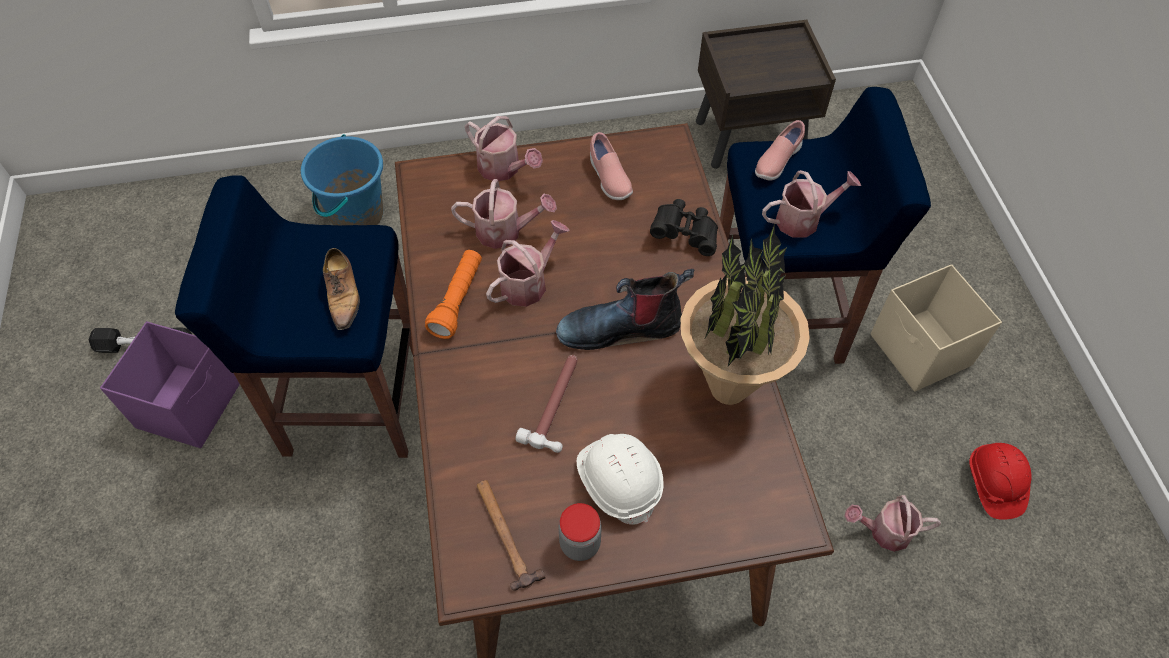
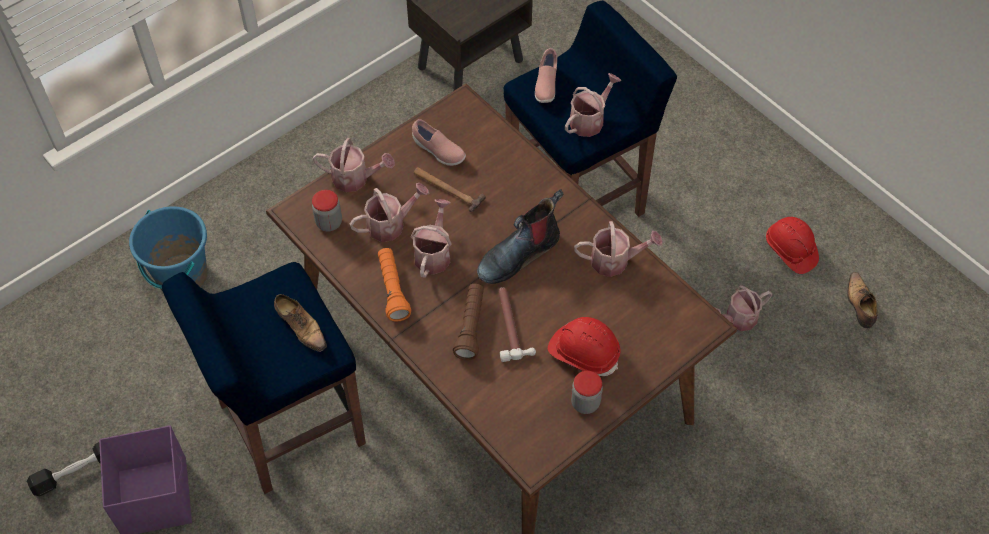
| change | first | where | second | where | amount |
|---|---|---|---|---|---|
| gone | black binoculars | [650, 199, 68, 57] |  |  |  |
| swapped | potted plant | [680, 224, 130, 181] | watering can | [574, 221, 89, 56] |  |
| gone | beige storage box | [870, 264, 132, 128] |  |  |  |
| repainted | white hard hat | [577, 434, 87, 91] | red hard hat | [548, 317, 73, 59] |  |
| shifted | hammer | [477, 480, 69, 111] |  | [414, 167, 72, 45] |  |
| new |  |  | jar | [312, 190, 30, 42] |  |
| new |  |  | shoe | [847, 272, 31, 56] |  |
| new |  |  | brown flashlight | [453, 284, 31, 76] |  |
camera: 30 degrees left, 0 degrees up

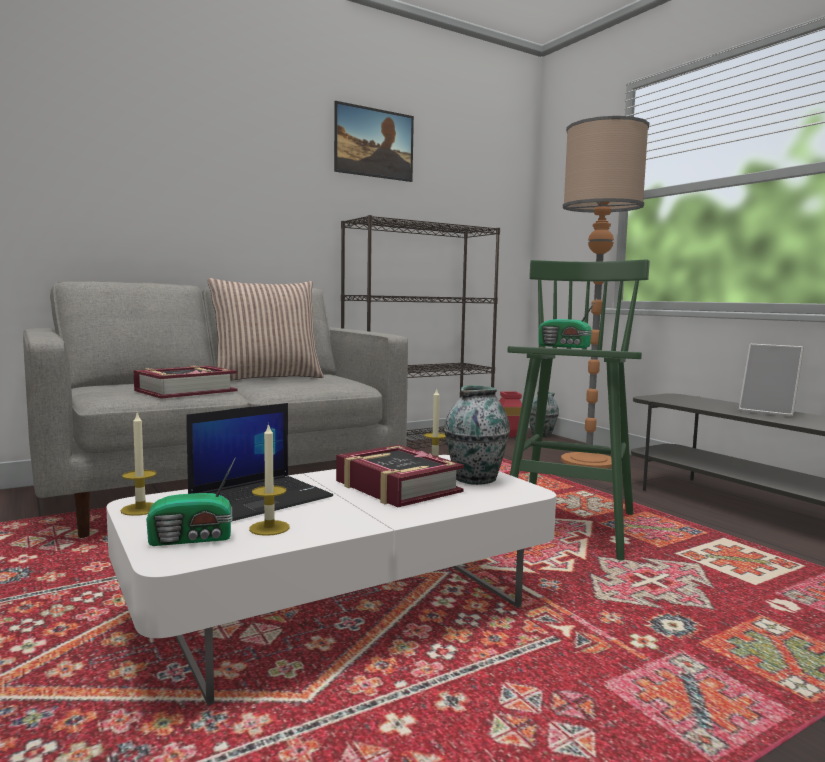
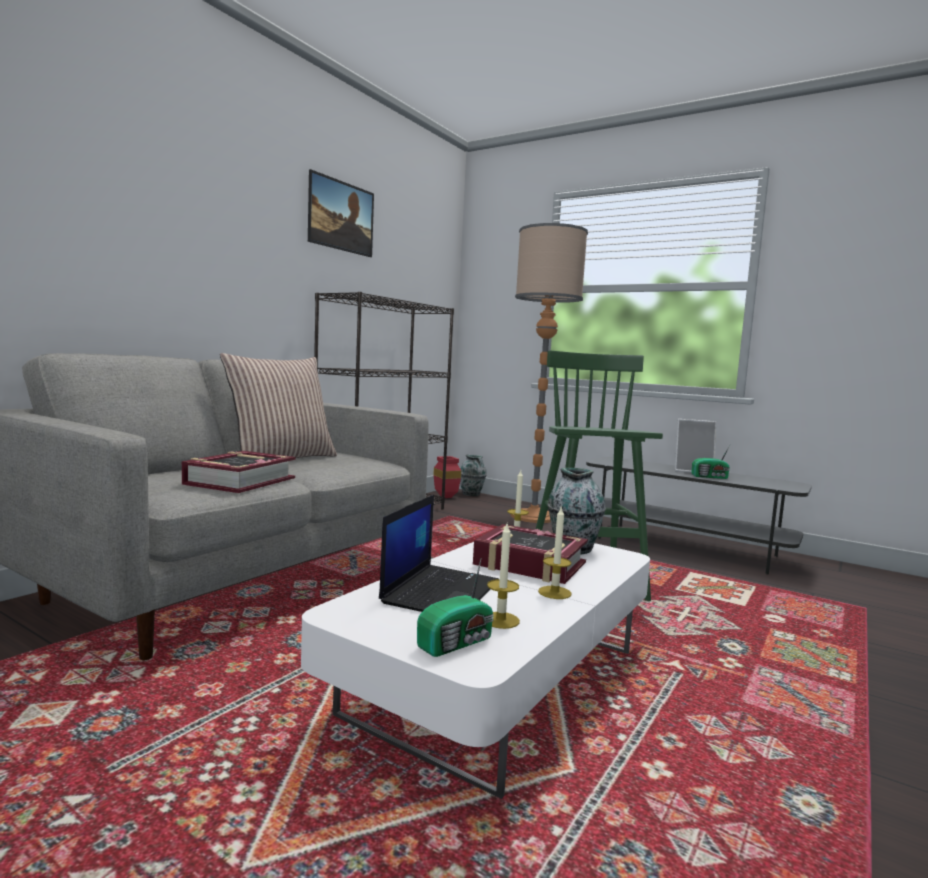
| change | first | where | second | where | amount |
|---|---|---|---|---|---|
| shifted | radio | [538, 299, 59, 49] |  | [691, 445, 39, 34] |  |
| shifted | candle | [121, 411, 36, 105] |  | [538, 507, 33, 92] |  |
camera: 25 degrees left, 0 degrees up

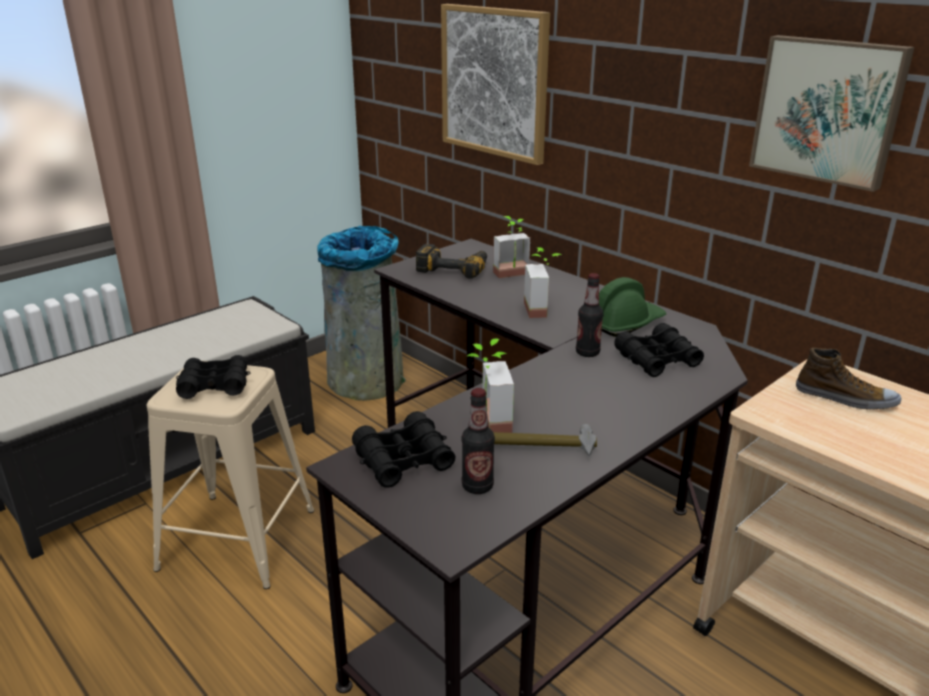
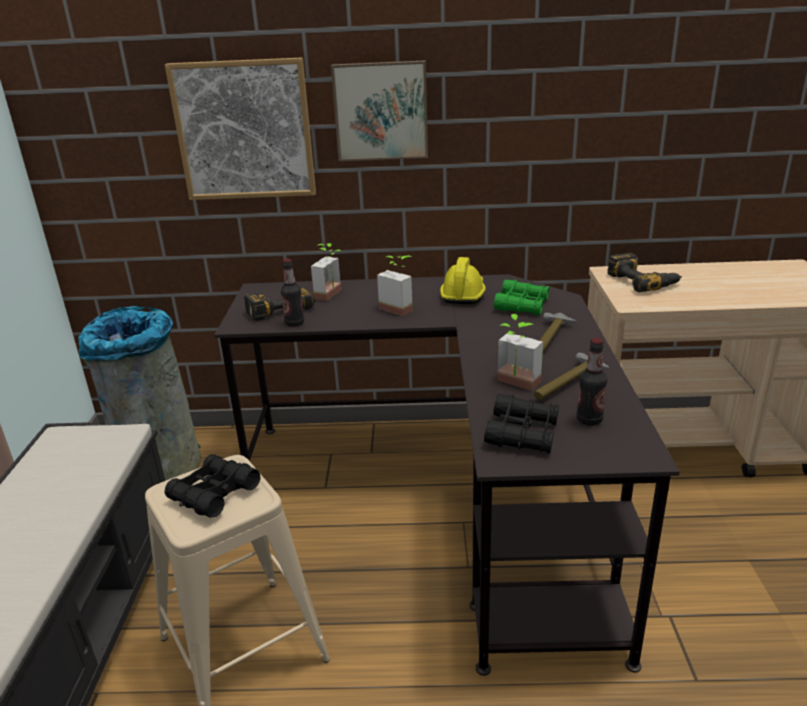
| change | first | where | second | where | amount |
|---|---|---|---|---|---|
| shifted | picture | [749, 35, 166, 157] |  | [331, 60, 97, 101] |  |
| shifted | bottle | [576, 273, 28, 84] |  | [281, 259, 23, 68] |  |
| repainted | green hard hat | [599, 277, 67, 60] | yellow hard hat | [440, 257, 46, 47] |  |
| repainted | black binoculars | [614, 323, 90, 54] | green binoculars | [494, 280, 55, 35] |  |
| swapped | shoe | [796, 348, 106, 62] | power drill | [607, 253, 75, 39] |  |
| new |  |  | hammer | [539, 313, 37, 39] |  |
camera: 45 degrees left, 0 degrees up

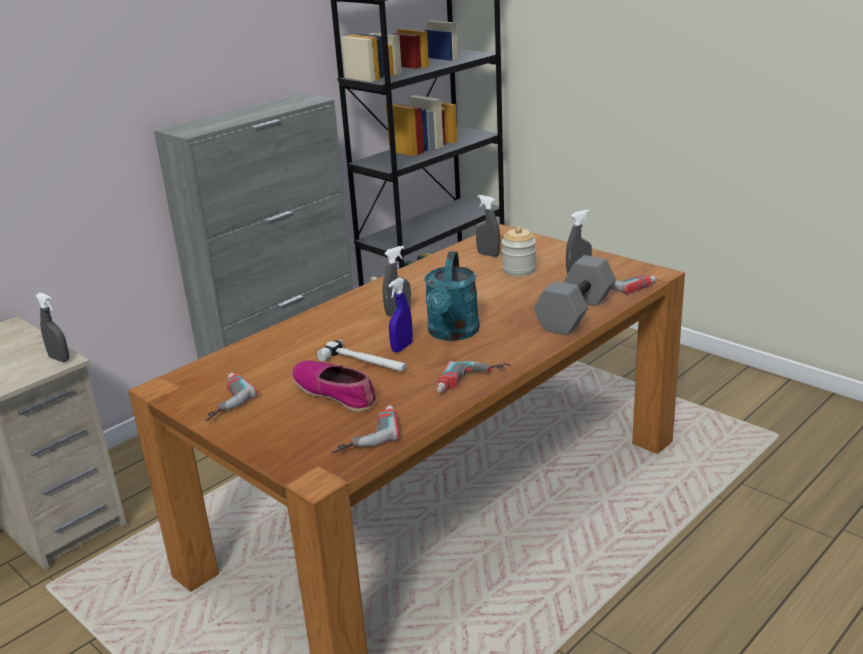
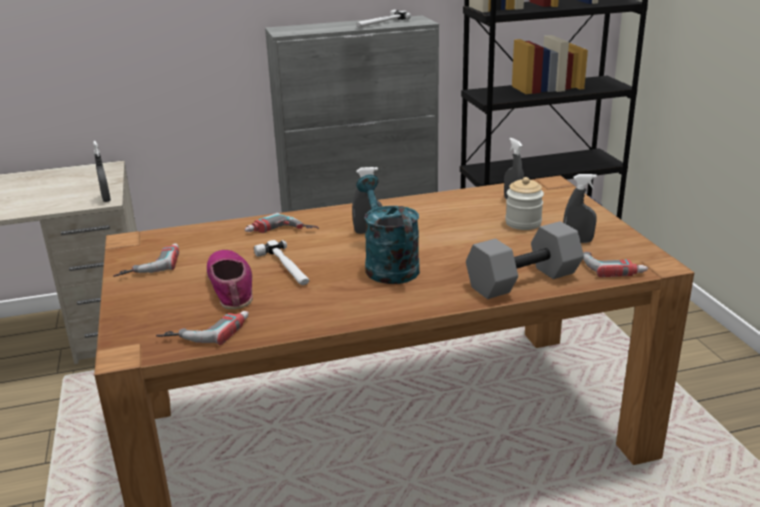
| change | first | where | second | where | amount |
|---|---|---|---|---|---|
| rotated | turquoise watering can | [424, 251, 56, 90] |  | [356, 175, 64, 109] | 120 degrees clockwise |
| gone | blue spray bottle | [389, 277, 24, 76] |  |  |  |
| shifted | power drill | [436, 361, 75, 31] |  | [245, 213, 74, 20] |  |
| new |  |  | hammer | [356, 10, 55, 18] |  |
camera: 30 degrees right, 0 degrees up

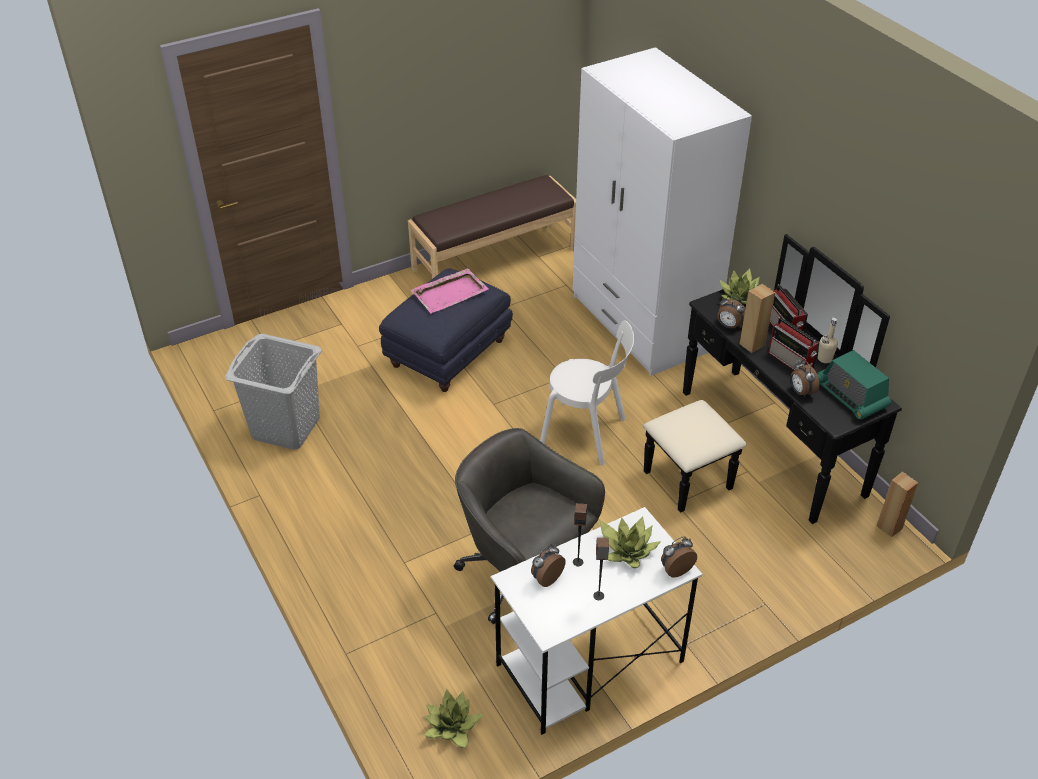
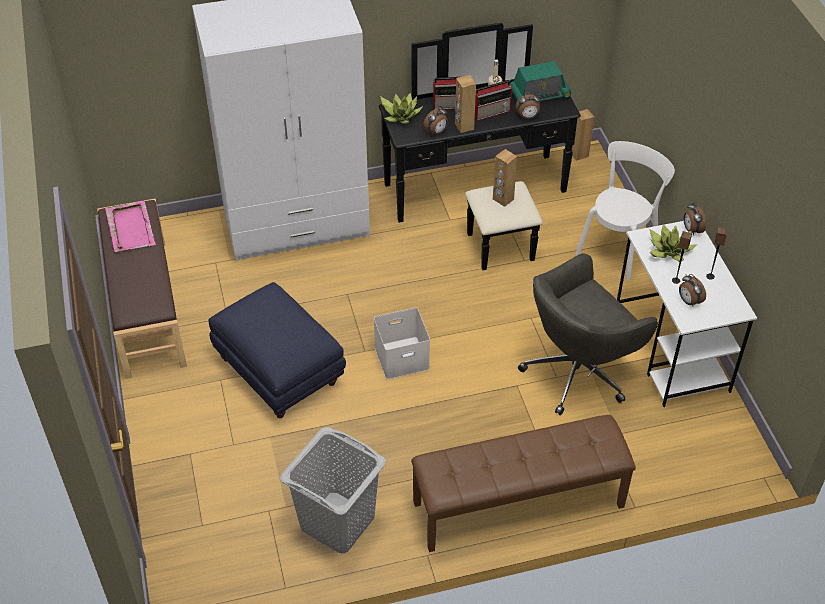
| change | first | where | second | where | amount |
|---|---|---|---|---|---|
| shifted | pink tray | [411, 268, 77, 46] |  | [105, 201, 51, 51] |  |
| shifted | white chair | [540, 320, 94, 146] |  | [575, 141, 100, 140] |  |
| gone | potted plant | [424, 689, 60, 59] |  |  |  |
| new |  |  | brown speaker | [493, 149, 24, 58] |  |
| new |  |  | white storage box | [374, 307, 56, 73] |  |
| new |  |  | brown bench | [411, 415, 225, 137] |  |
camera: 75 degrees left, 5 degrees up

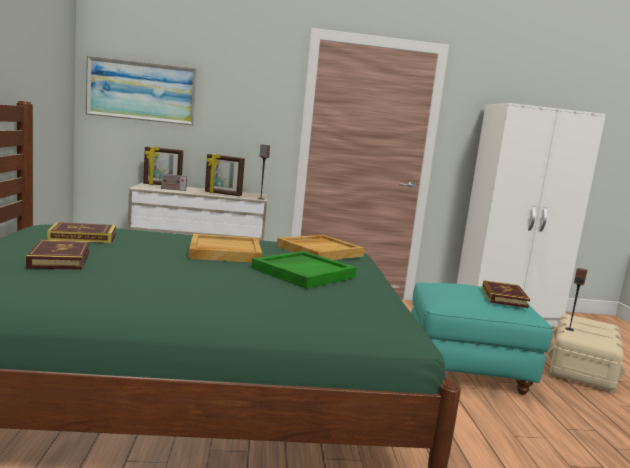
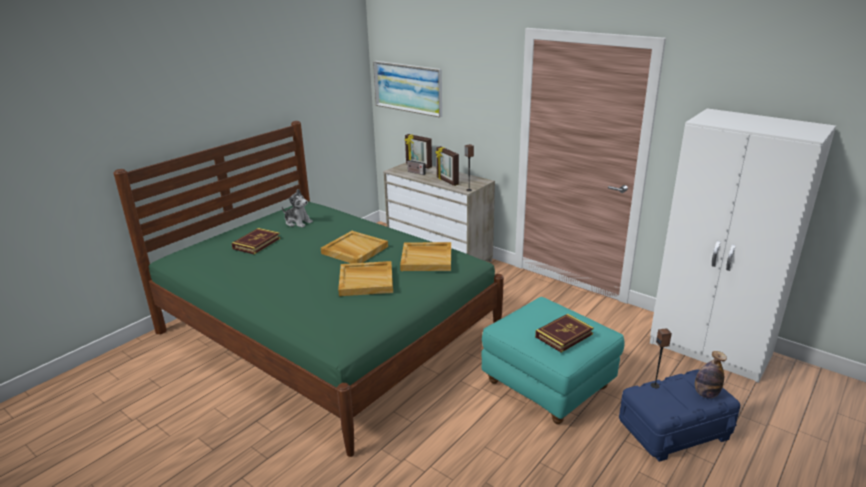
| change | first | where | second | where | amount |
|---|---|---|---|---|---|
| swapped | book | [47, 222, 69, 21] | plush toy | [282, 189, 31, 39] |  |
| repainted | green tray | [251, 251, 106, 38] | beige tray | [338, 261, 55, 35] |  |
| repainted | beige storage box | [548, 314, 77, 80] | blue storage box | [619, 369, 121, 93] |  |
| new |  |  | bottle | [695, 351, 32, 47] |  |
camera: 45 degrees right, 15 degrees up

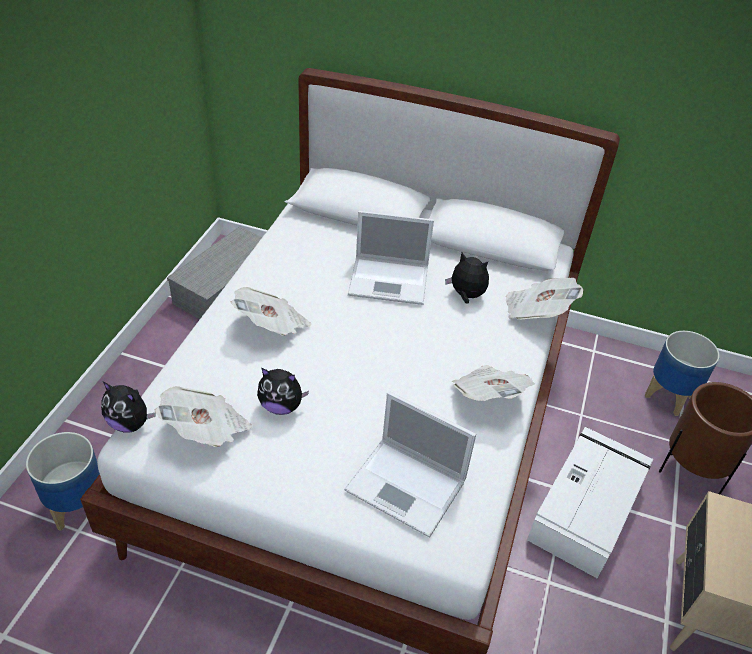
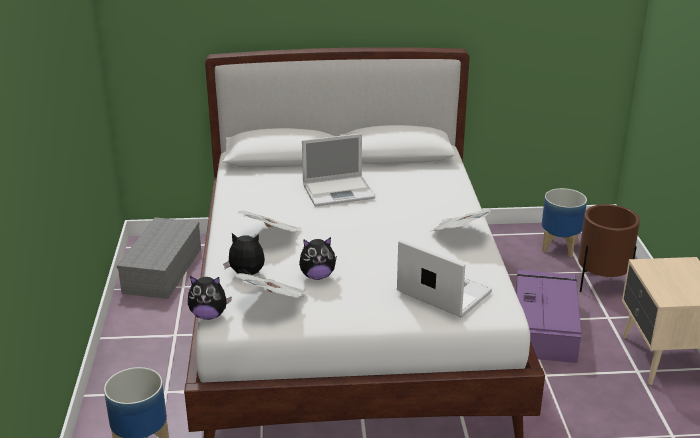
| change | first | where | second | where | amount |
|---|---|---|---|---|---|
| shifted | plush toy | [445, 252, 44, 52] |  | [223, 233, 42, 42] |  |
| gone | newspaper | [506, 278, 77, 41] |  |  |  |
| rotated | laptop | [344, 391, 132, 146] |  | [397, 239, 95, 79] | 150 degrees counterclockwise |
| repainted | white storage box | [527, 427, 126, 152] | purple storage box | [515, 270, 66, 93] |  |
camera: 20 degrees left, 15 degrees down

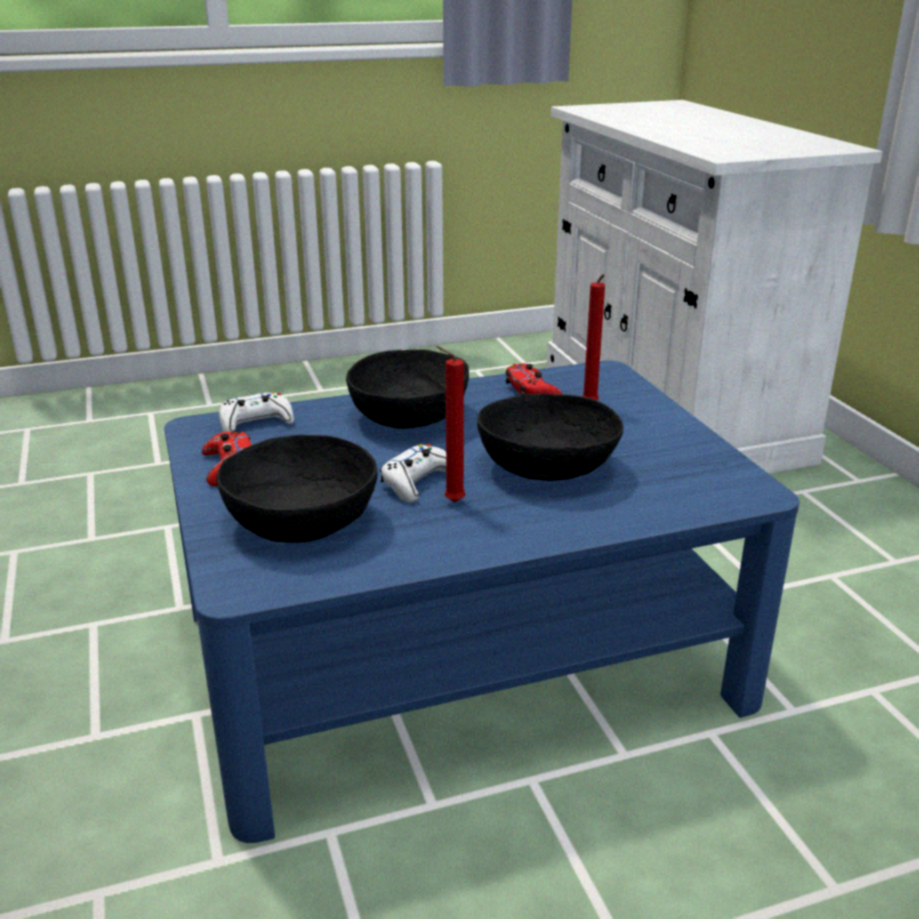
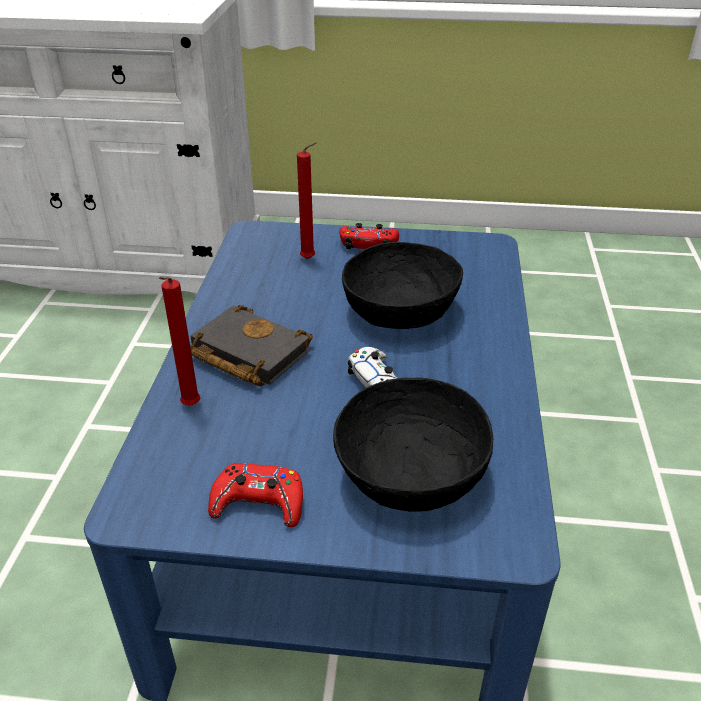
| change | first | where | second | where | amount |
|---|---|---|---|---|---|
| shifted | red candle | [436, 346, 29, 156] |  | [159, 277, 42, 128] |  |
| swapped | black bowl | [346, 349, 123, 80] | black book | [190, 305, 123, 81] |  |
| shifted | red game controller | [506, 363, 56, 32] |  | [339, 223, 60, 26] |  |
| gone | white game controller | [219, 392, 75, 40] |  |  |  |
camera: 65 degrees left, 10 degrees up

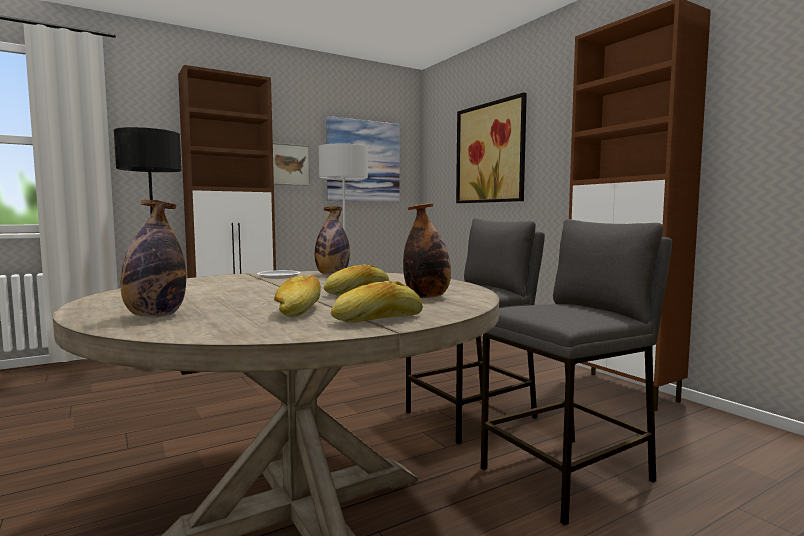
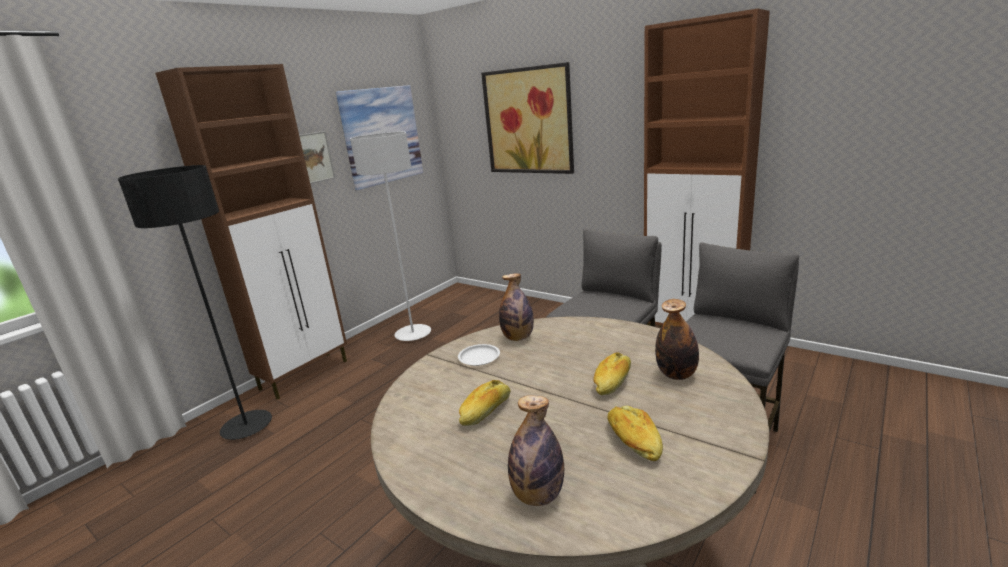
| change | first | where | second | where | amount |
|---|---|---|---|---|---|
| shifted | bread | [331, 281, 92, 42] |  | [459, 380, 51, 46] |  |
camera: 20 degrees left, 15 degrees up

